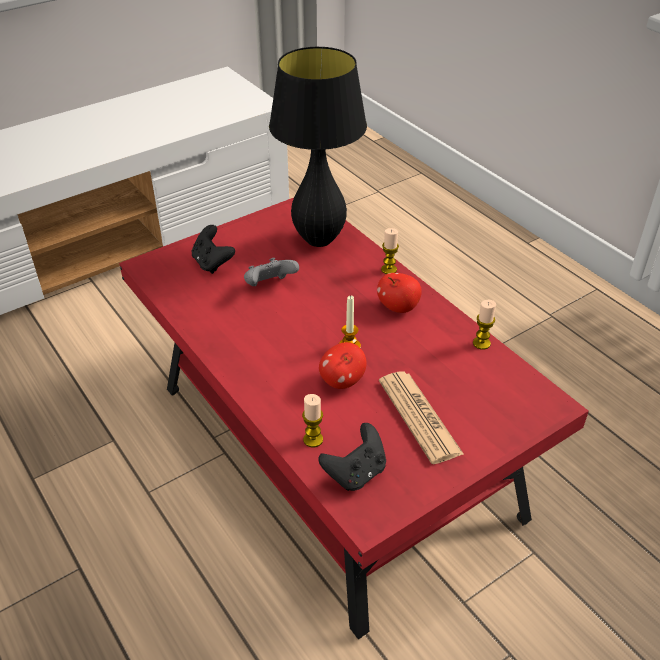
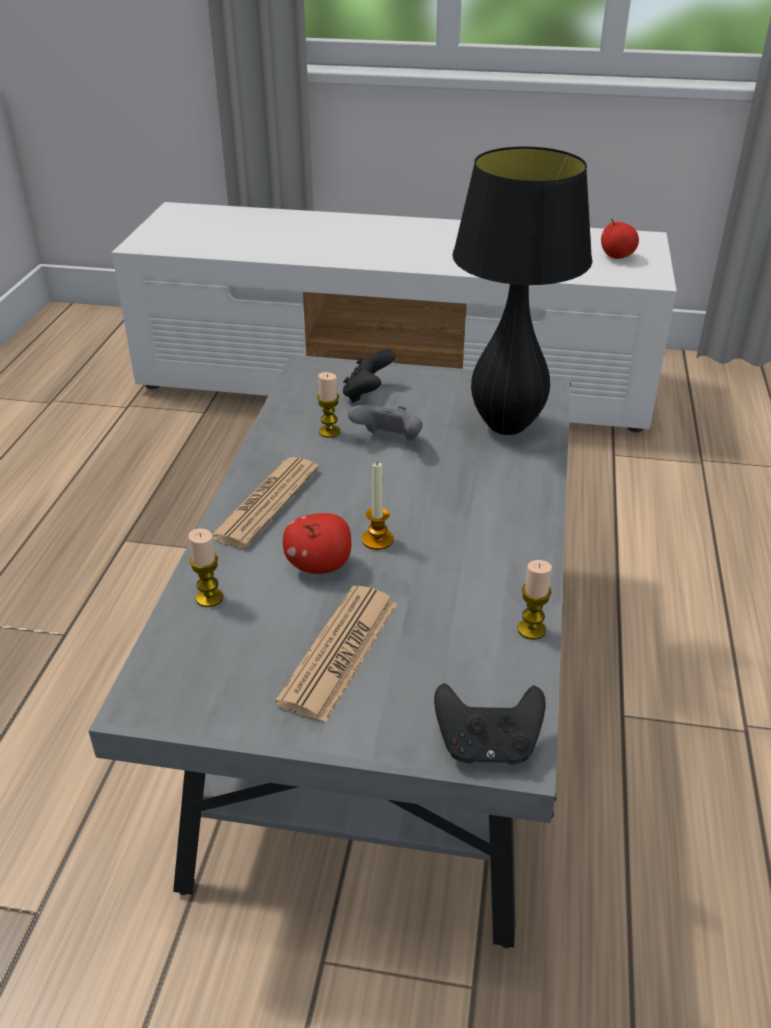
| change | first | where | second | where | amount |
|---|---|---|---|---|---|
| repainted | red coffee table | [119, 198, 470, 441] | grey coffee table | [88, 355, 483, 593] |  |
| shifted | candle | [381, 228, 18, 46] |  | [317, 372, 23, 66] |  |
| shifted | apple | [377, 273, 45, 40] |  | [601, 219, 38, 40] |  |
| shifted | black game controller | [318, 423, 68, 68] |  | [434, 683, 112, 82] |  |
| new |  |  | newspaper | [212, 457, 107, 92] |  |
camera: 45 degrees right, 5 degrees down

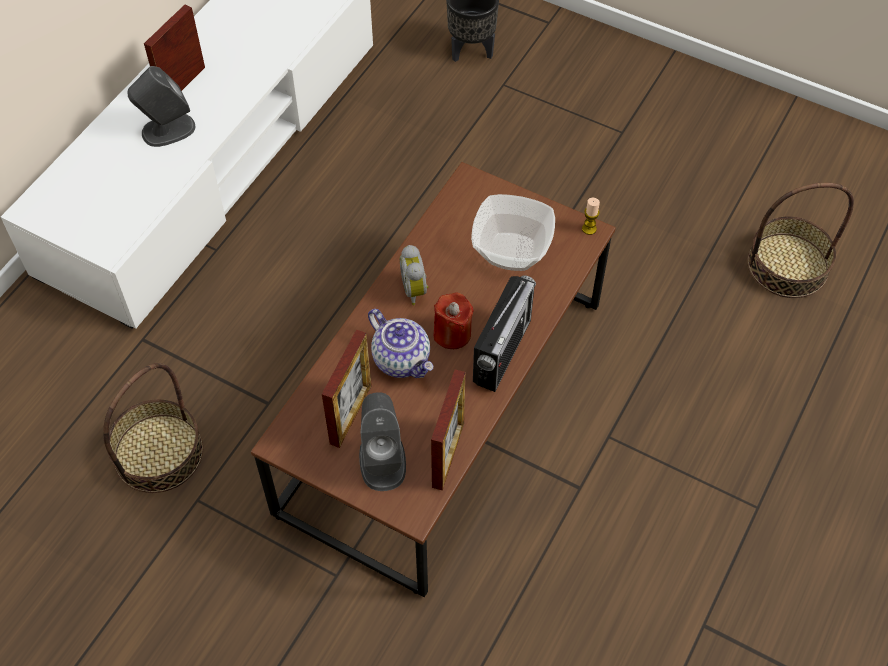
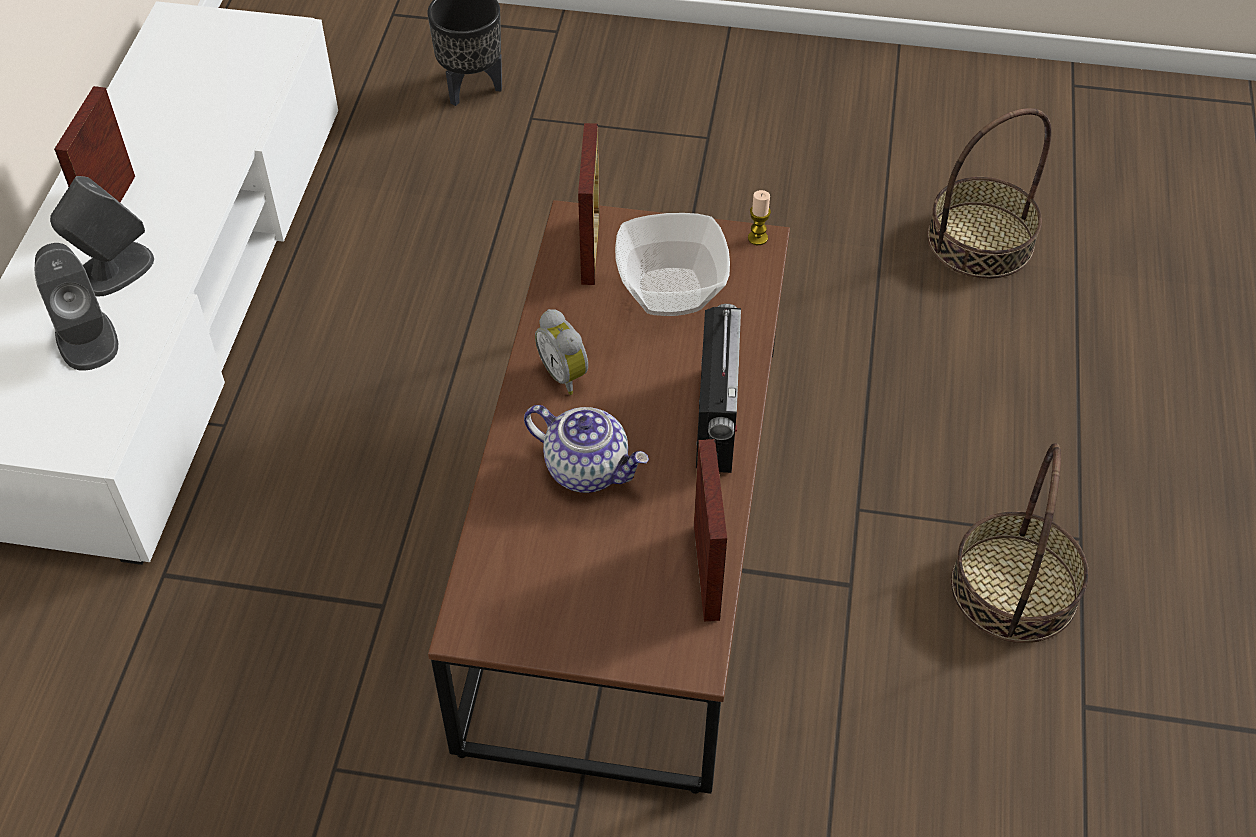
| change | first | where | second | where | amount |
|---|---|---|---|---|---|
| gone | red candle | [434, 292, 40, 57] |  |  |  |
| shifted | picture frame | [322, 329, 50, 119] |  | [578, 123, 22, 162] |  |
| shifted | basket | [103, 363, 100, 130] |  | [951, 443, 138, 200] |  |
| shifted | grey speaker | [359, 392, 47, 99] |  | [35, 243, 83, 128] |  |
camera: 20 degrees left, 5 degrees down

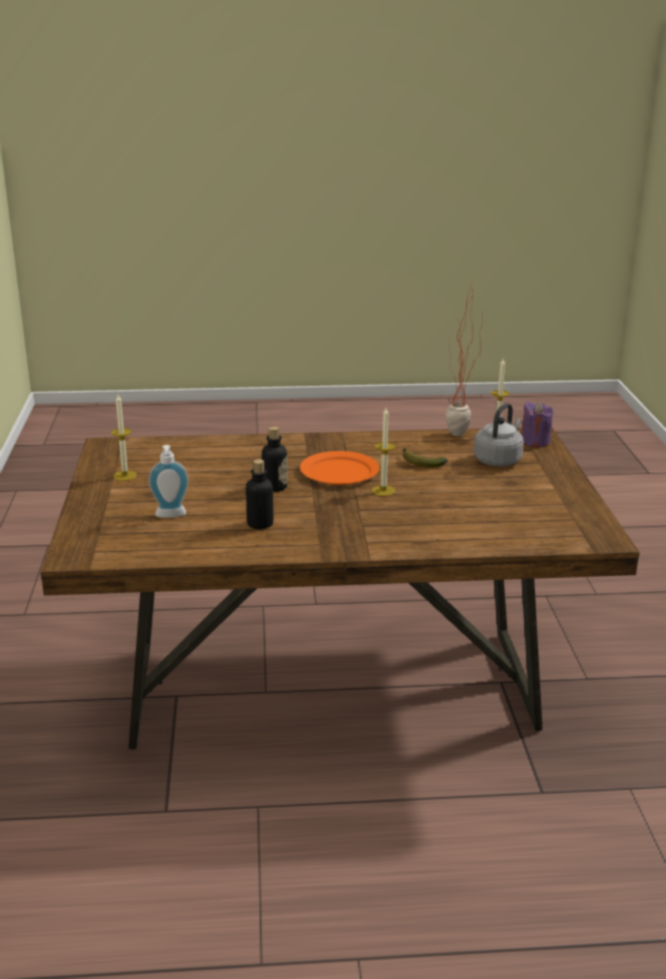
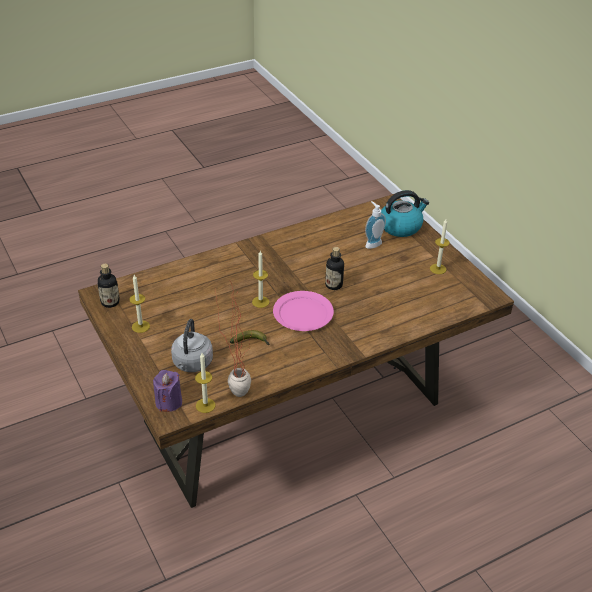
| change | first | where | second | where | amount |
|---|---|---|---|---|---|
| repainted | orange plate | [300, 451, 79, 34] | pink plate | [273, 291, 61, 40] |  |
| shifted | bottle | [246, 459, 28, 70] |  | [98, 264, 22, 44] |  |
| new |  |  | kettle | [381, 190, 48, 47] |  |
| new |  |  | candle | [129, 275, 21, 58] |  |
camera: 155 degrees right, 15 degrees up

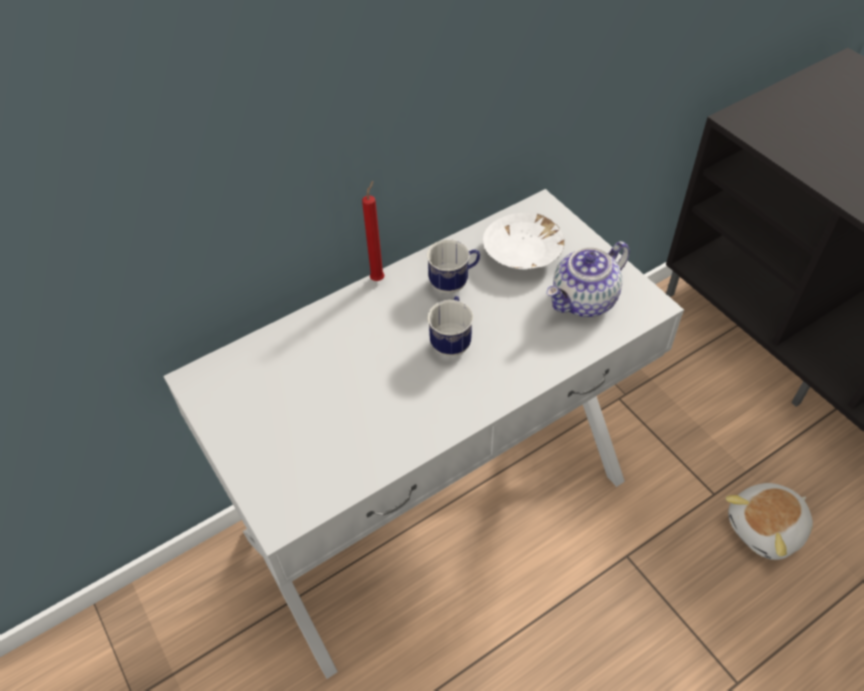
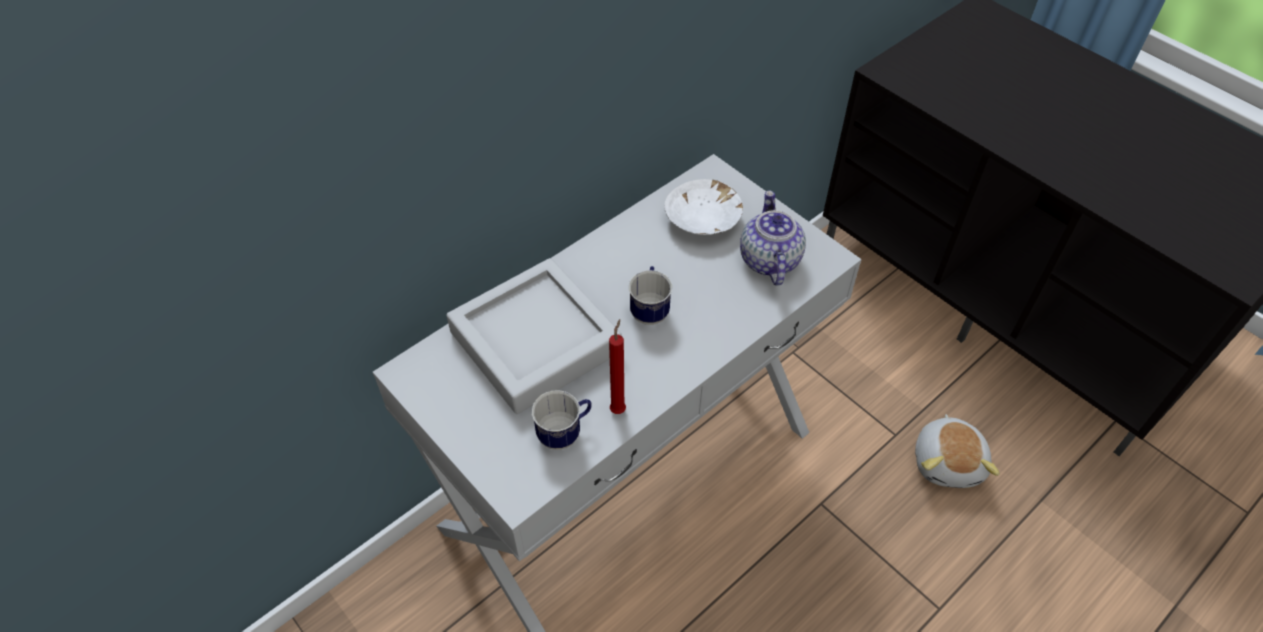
| change | first | where | second | where | amount |
|---|---|---|---|---|---|
| shifted | red candle | [362, 181, 23, 100] |  | [609, 319, 17, 95] |  |
| shifted | mug | [427, 239, 53, 55] |  | [532, 390, 60, 60] |  |
| rotated | teapot | [546, 241, 84, 76] |  | [740, 190, 66, 96] | 135 degrees clockwise |
| rotated | plush toy | [725, 483, 88, 77] |  | [915, 414, 85, 74] | 45 degrees counterclockwise |
| new |  |  | grey tray | [446, 258, 175, 156] |  |
camera: 10 degrees left, 0 degrees up

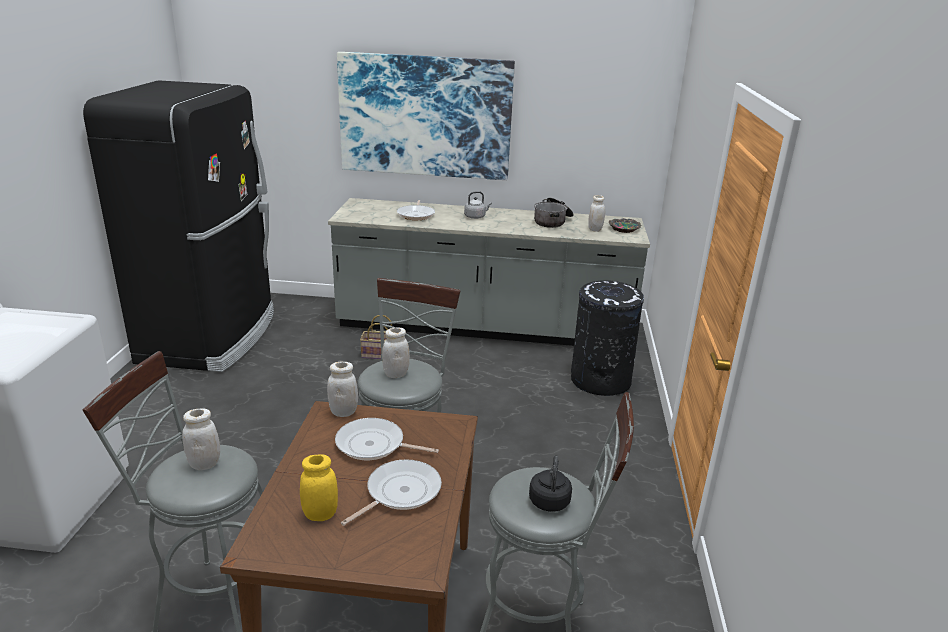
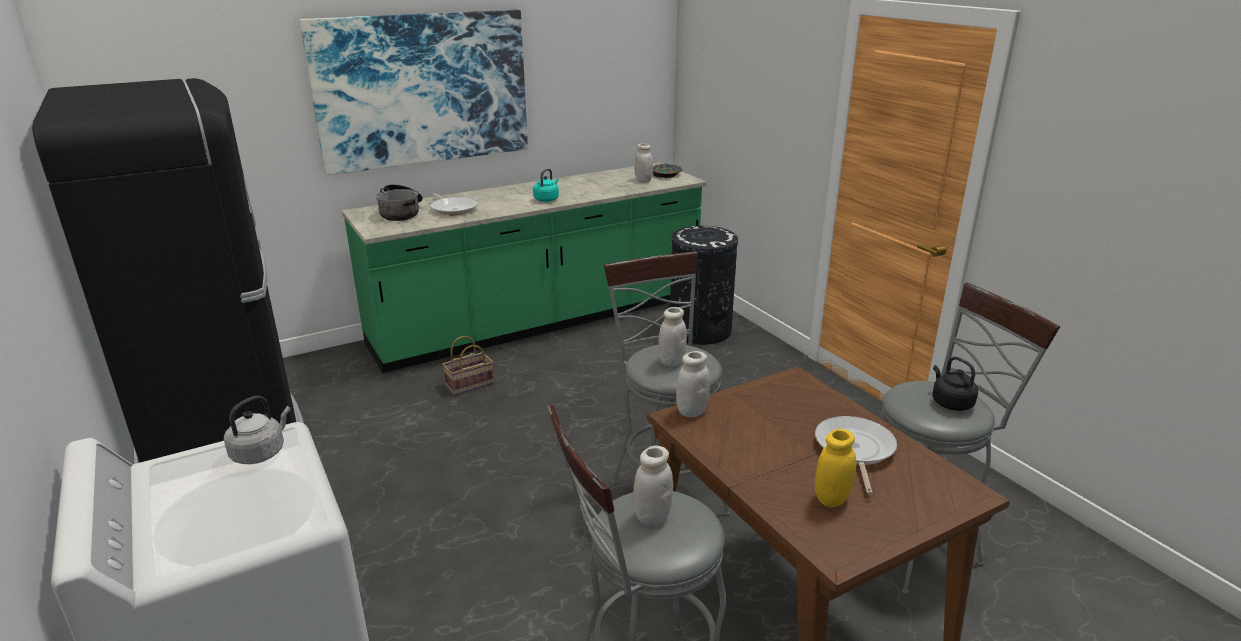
| change | first | where | second | where | amount |
|---|---|---|---|---|---|
| shifted | grey kettle | [464, 191, 28, 28] |  | [224, 395, 67, 69] |  |
| repainted | grey counter | [328, 198, 322, 148] | green counter | [342, 162, 364, 211] |  |
| shifted | cooking pot | [534, 198, 40, 30] |  | [376, 184, 47, 37] |  |
| gone | frying pan | [335, 418, 104, 42] |  |  |  |
| new |  |  | turquoise kettle | [533, 168, 26, 34] |  |
camera: 35 degrees left, 0 degrees up

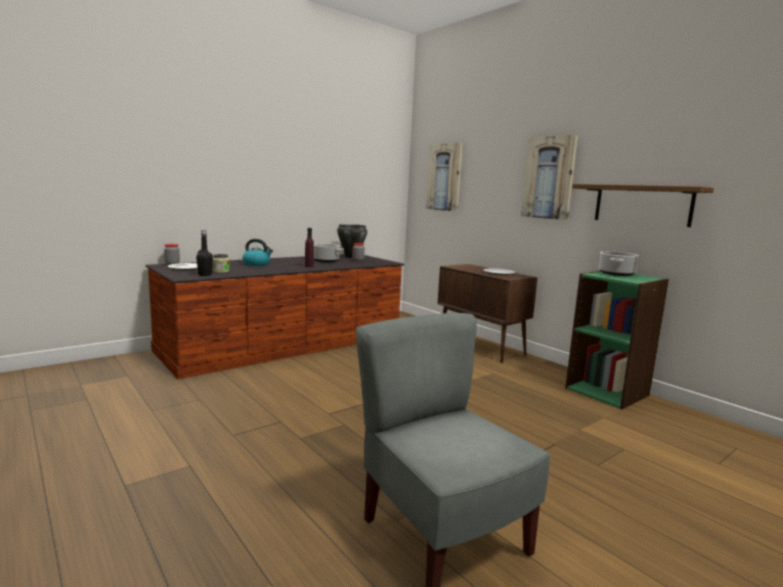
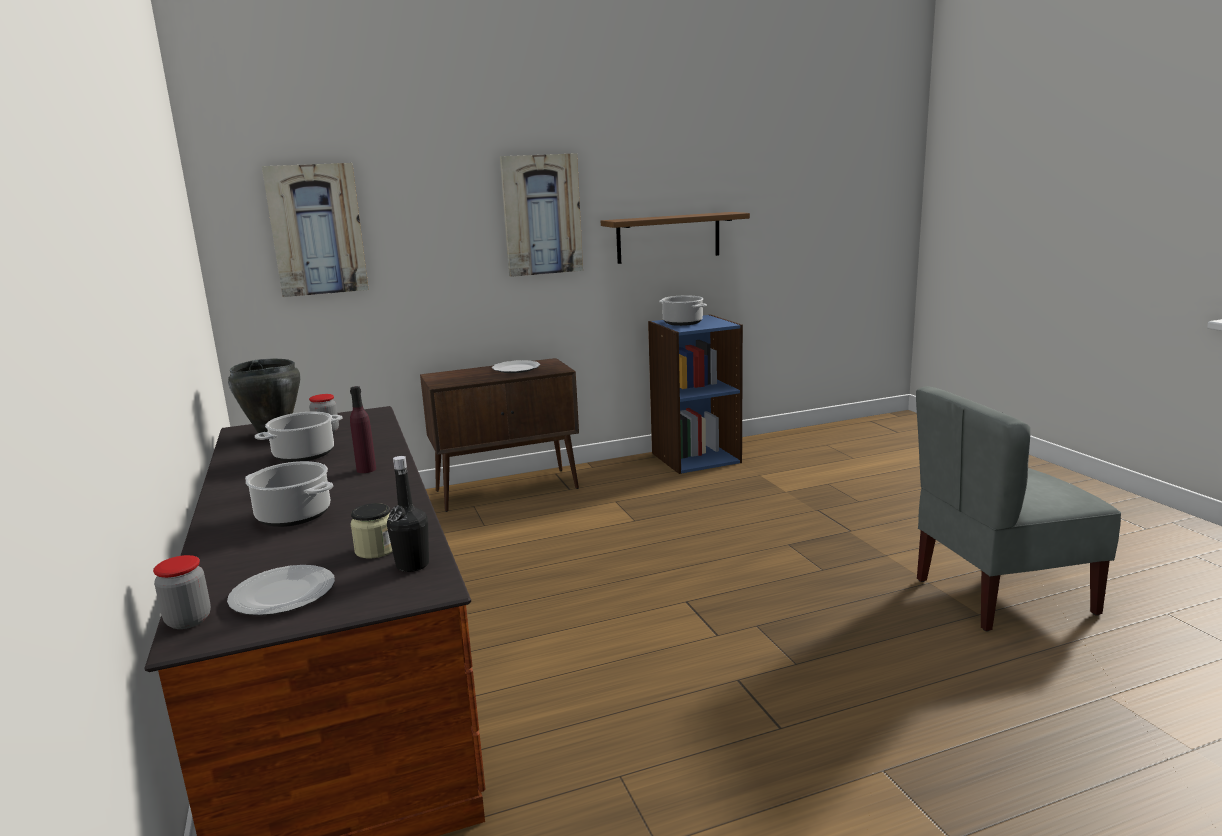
| change | first | where | second | where | amount |
|---|---|---|---|---|---|
| swapped | kettle | [242, 239, 31, 27] | cooking pot | [245, 461, 88, 66] |  |
| repainted | green bookcase | [565, 271, 104, 138] | blue bookcase | [648, 314, 95, 160] |  |
camera: 70 degrees left, 5 degrees up

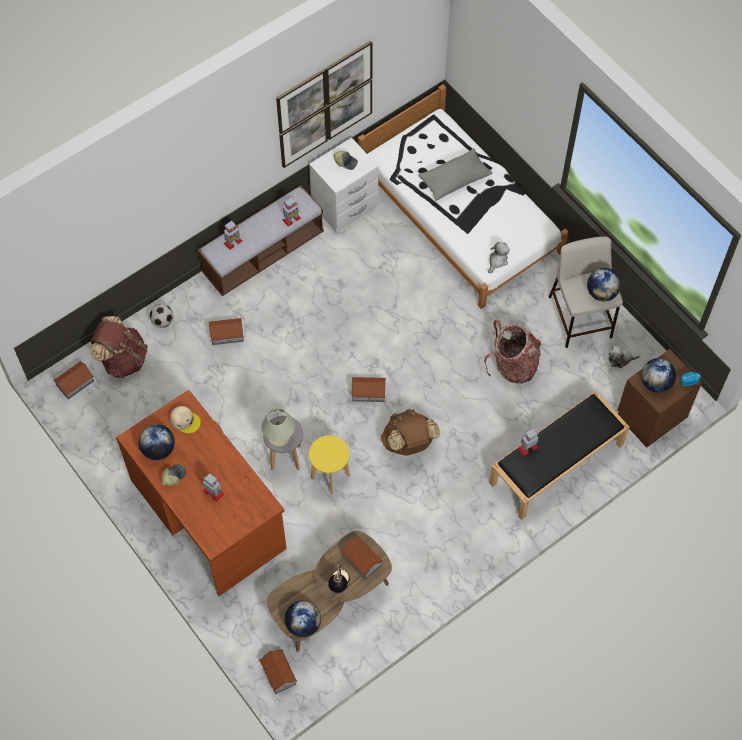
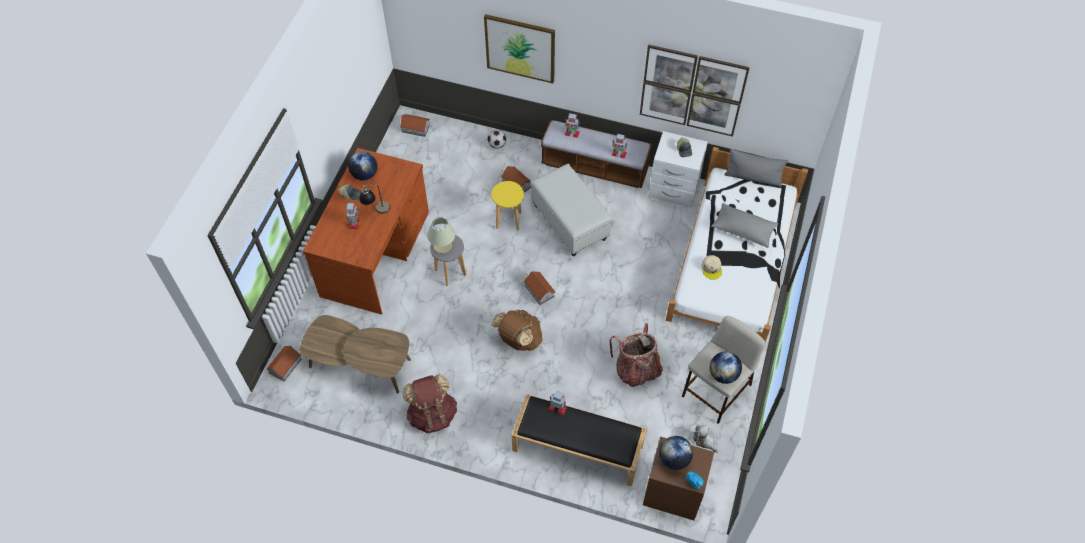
| change | first | where | second | where | amount |
|---|---|---|---|---|---|
| gone | plush toy | [488, 242, 22, 31] |  |  |  |
| shifted | brown backpack | [90, 316, 58, 62] |  | [402, 374, 55, 59] |  |
| shifted | beige cap | [170, 406, 31, 28] |  | [702, 255, 20, 25] |  |
| shifted | yellow stool | [309, 436, 41, 59] |  | [491, 181, 33, 49] |  |
| gone | toy house | [340, 536, 43, 44] |  |  |  |
| shifted | table lamp | [328, 562, 22, 31] |  | [359, 184, 32, 30] |  |
| gone | globe | [285, 600, 36, 37] |  |  |  |
| new |  |  | picture | [484, 14, 71, 69] |  |
| new |  |  | grey pillow | [724, 149, 64, 38] |  |
| new |  |  | white ottoman | [530, 163, 82, 93] |  |
camera: 55 degrees right, 5 degrees down

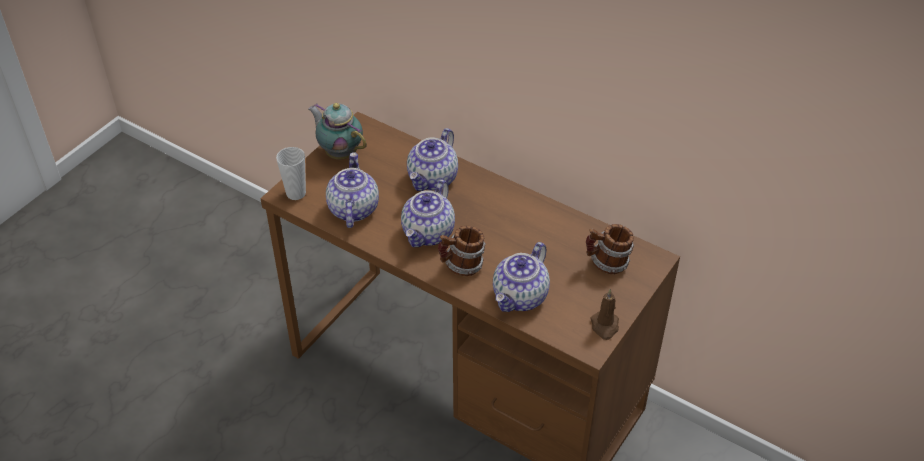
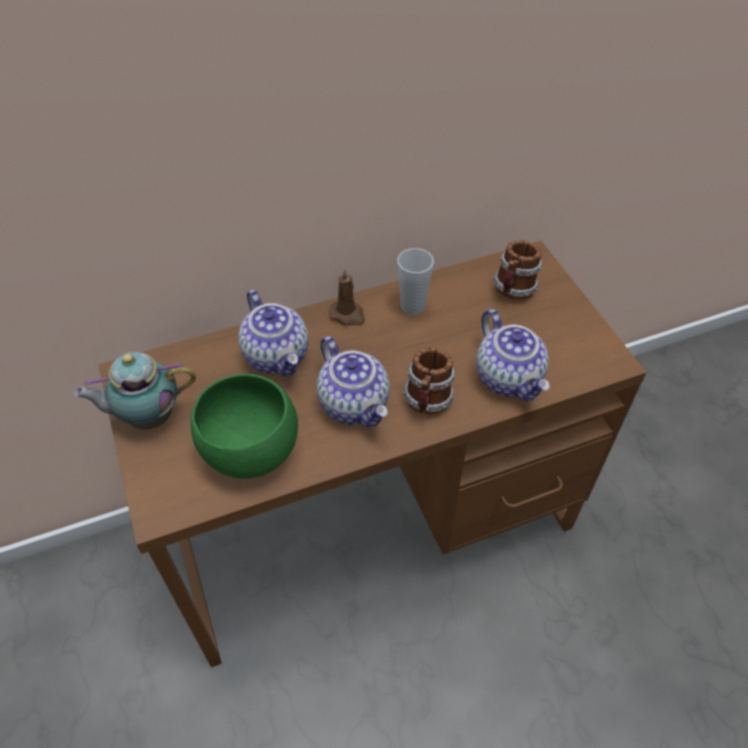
| change | first | where | second | where | amount |
|---|---|---|---|---|---|
| shifted | cup | [276, 147, 30, 53] |  | [397, 248, 37, 67] |  |
| swapped | teapot | [326, 152, 53, 76] | green bowl | [191, 374, 107, 105] |  |
| shifted | brown candle | [590, 289, 29, 51] |  | [329, 269, 36, 57] |  |
camera: 55 degrees left, 5 degrees up

